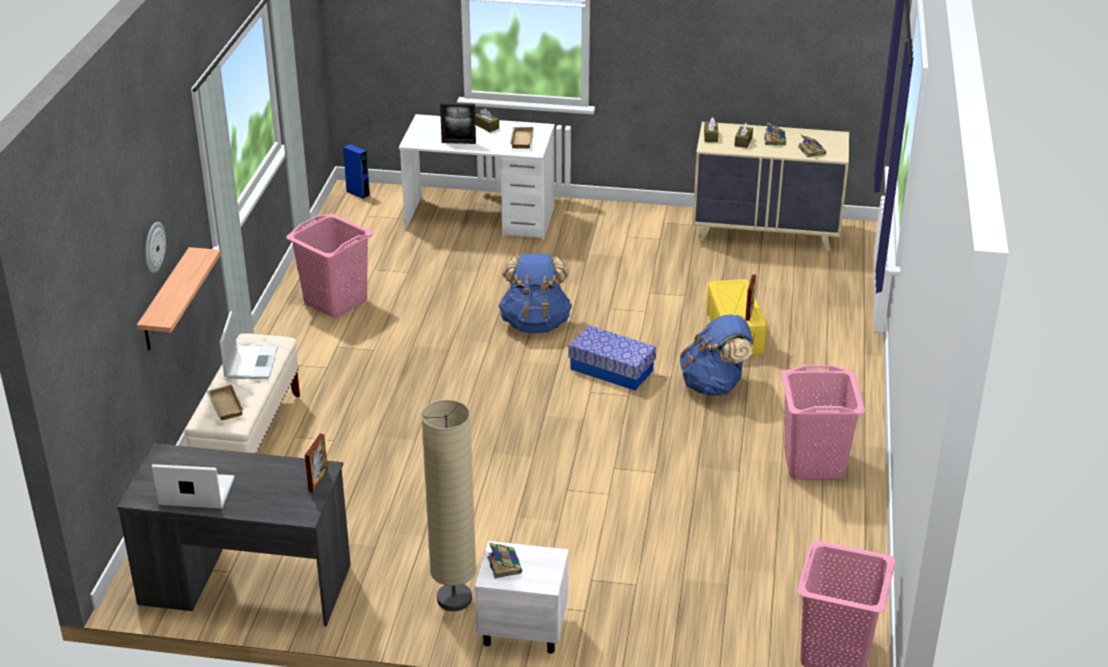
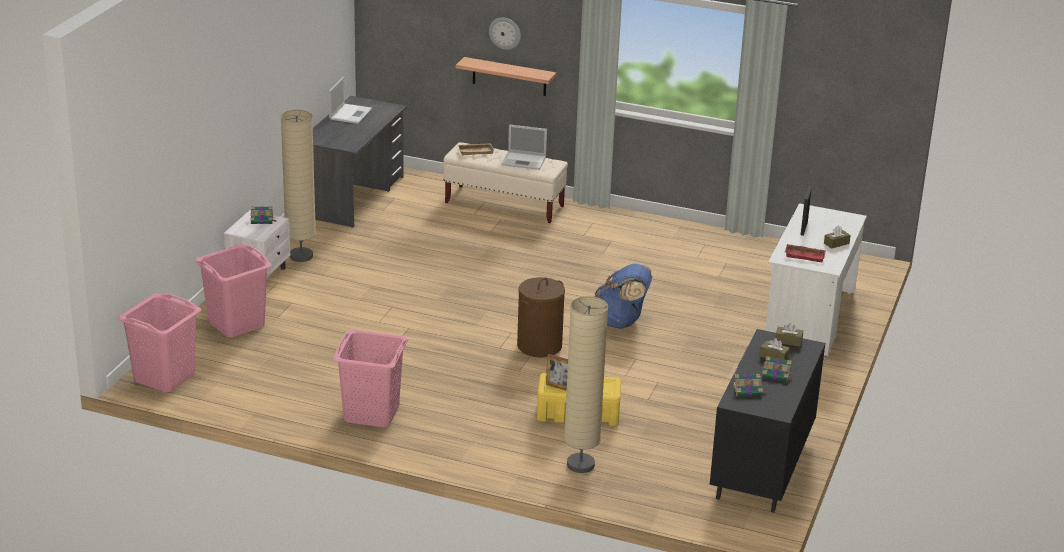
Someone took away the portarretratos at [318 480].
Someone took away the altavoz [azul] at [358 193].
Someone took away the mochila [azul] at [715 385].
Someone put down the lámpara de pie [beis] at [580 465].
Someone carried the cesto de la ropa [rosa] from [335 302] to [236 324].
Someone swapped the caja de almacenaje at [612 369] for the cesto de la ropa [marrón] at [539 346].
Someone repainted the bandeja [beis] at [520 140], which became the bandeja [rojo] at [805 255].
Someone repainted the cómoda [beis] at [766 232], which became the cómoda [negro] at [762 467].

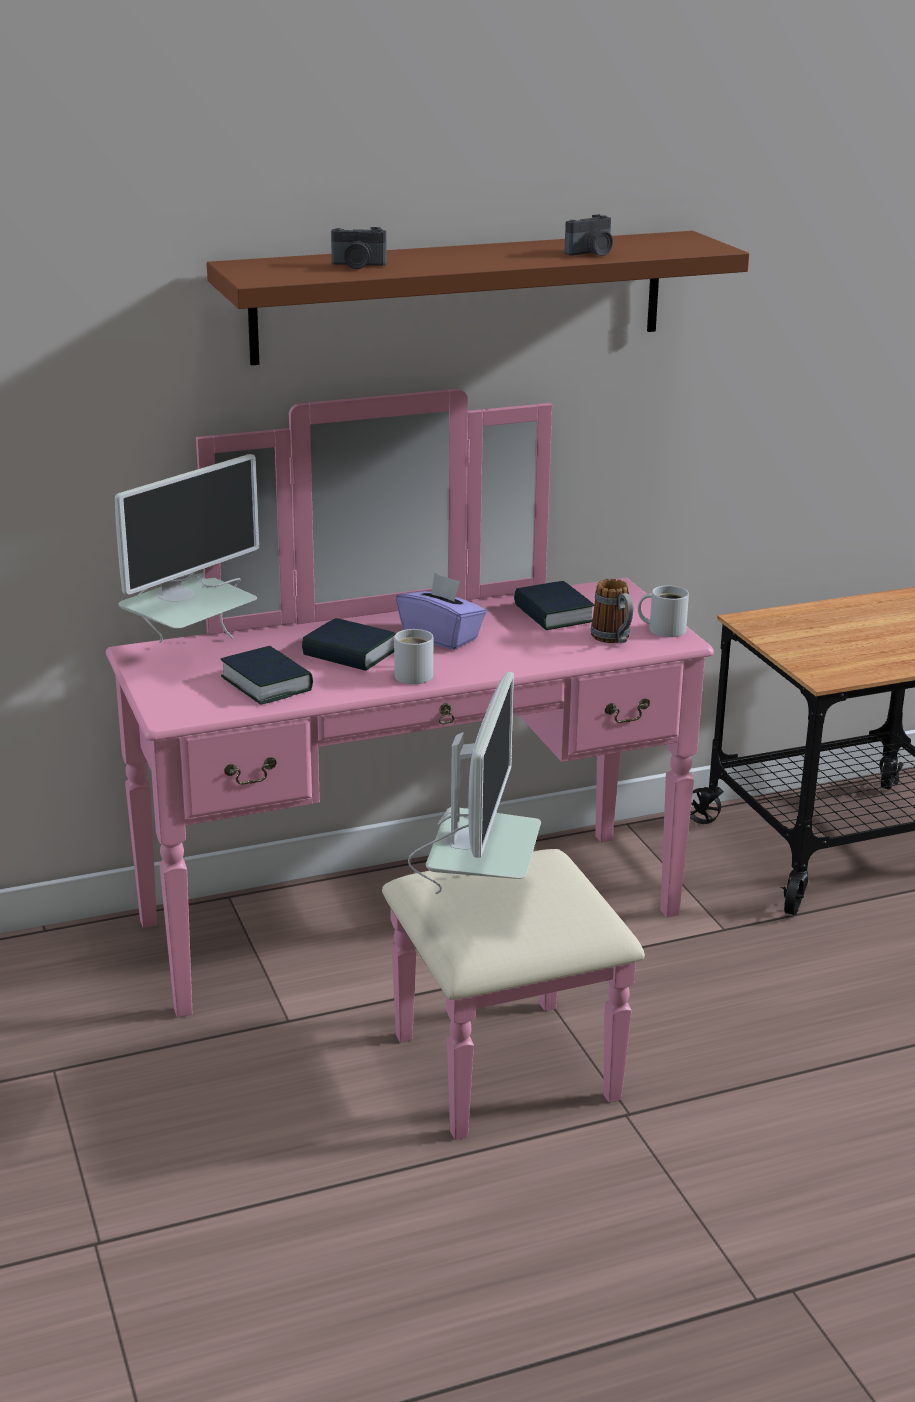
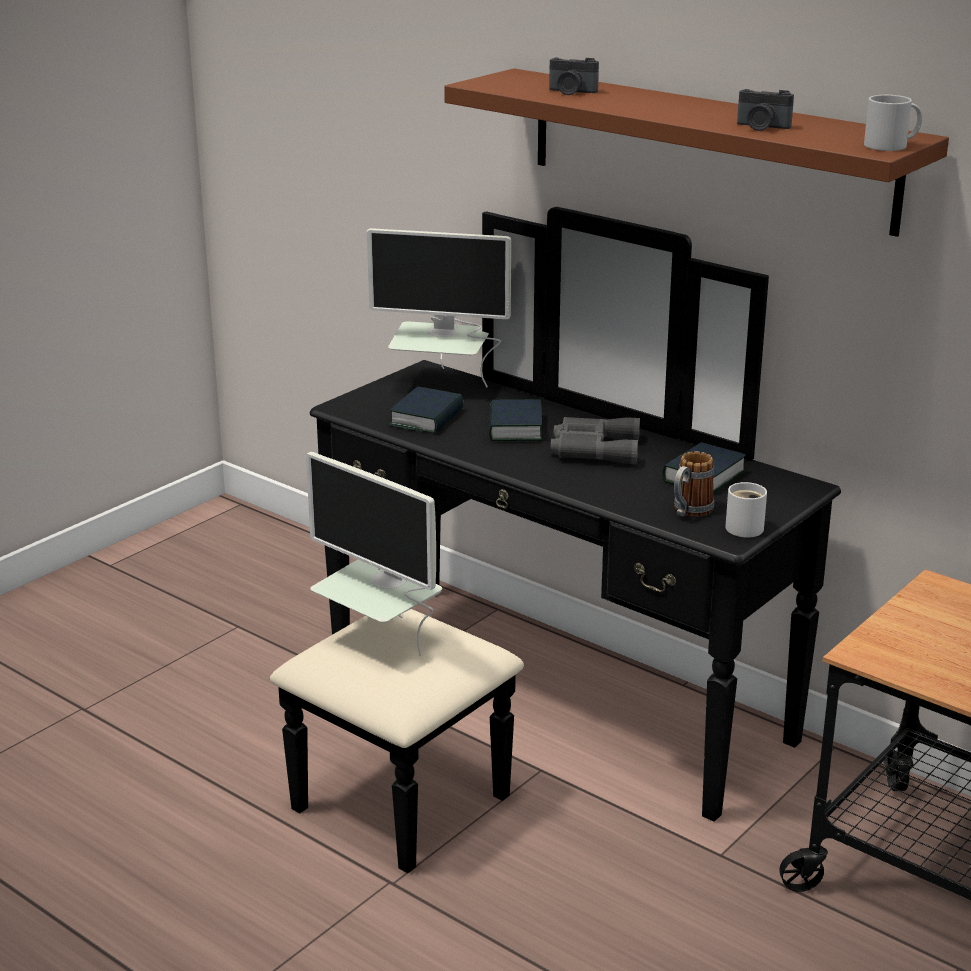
Someone carried the taza grande [blanco] from [416 674] to [890 146].
Someone swapped the caja de pañuelos [morado] at [441 637] for the prismáticos [gris] at [593 449].
Someone repainted the cómoda [rosa] at [433 948], which became the cómoda [negro] at [524 716].
Someone rotated the cámara at [358 266] by 45 degrees counterclockwise.
Someone rotated the monitor at [479 898] by 60 degrees clockwise.

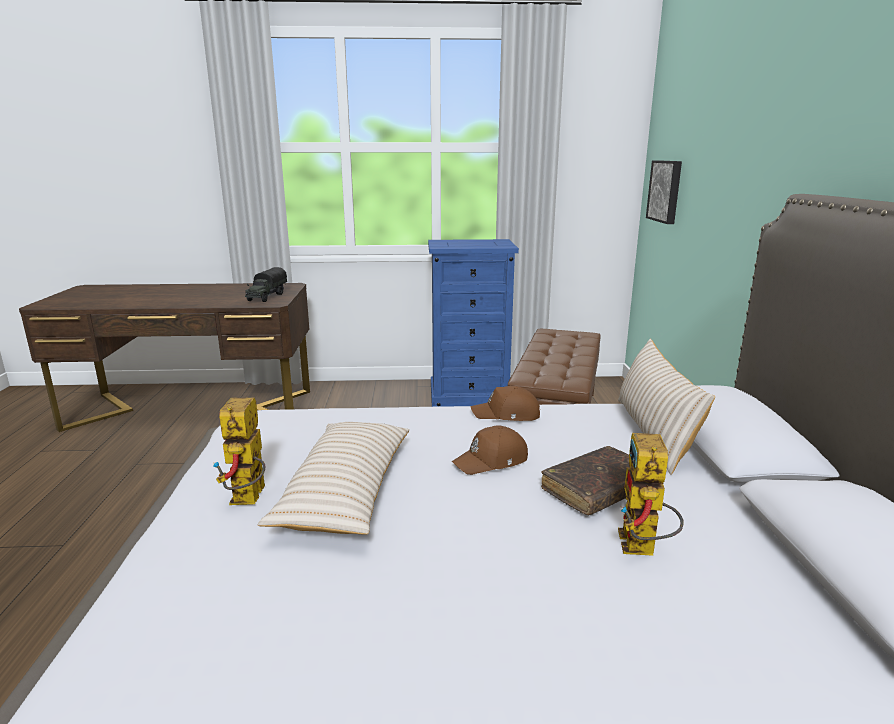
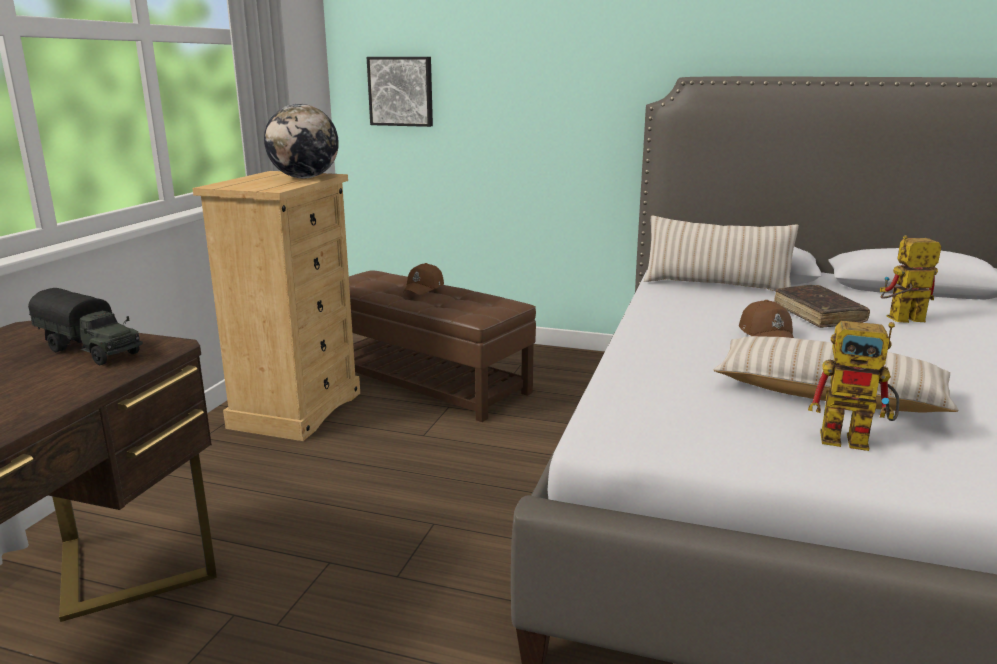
Someone put down the globo terráqueo at [305 178].
Someone carried the gorra [marrón] from [507 415] to [424 288].
Someone repainted the cómoda [azul] at [469 398], which became the cómoda [beis] at [296 409].
Someone rotated the robot de juguete at [642 549] by 150 degrees clockwise.

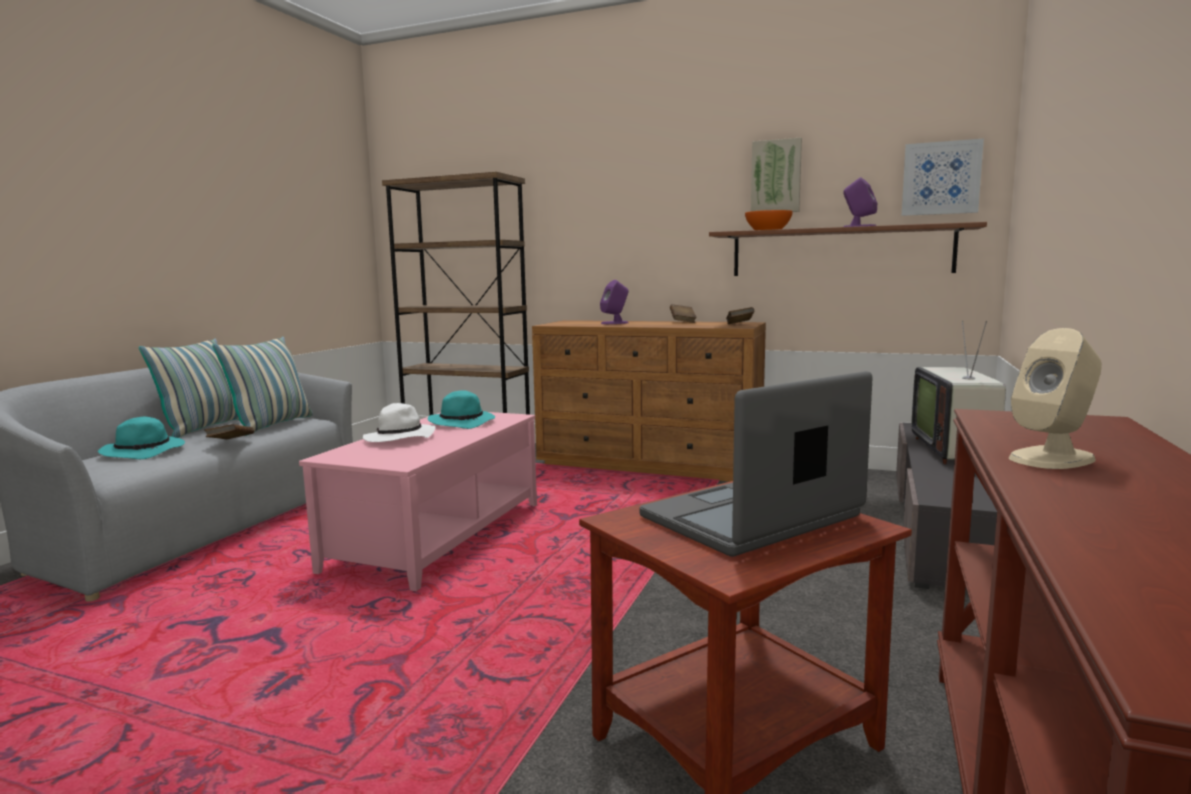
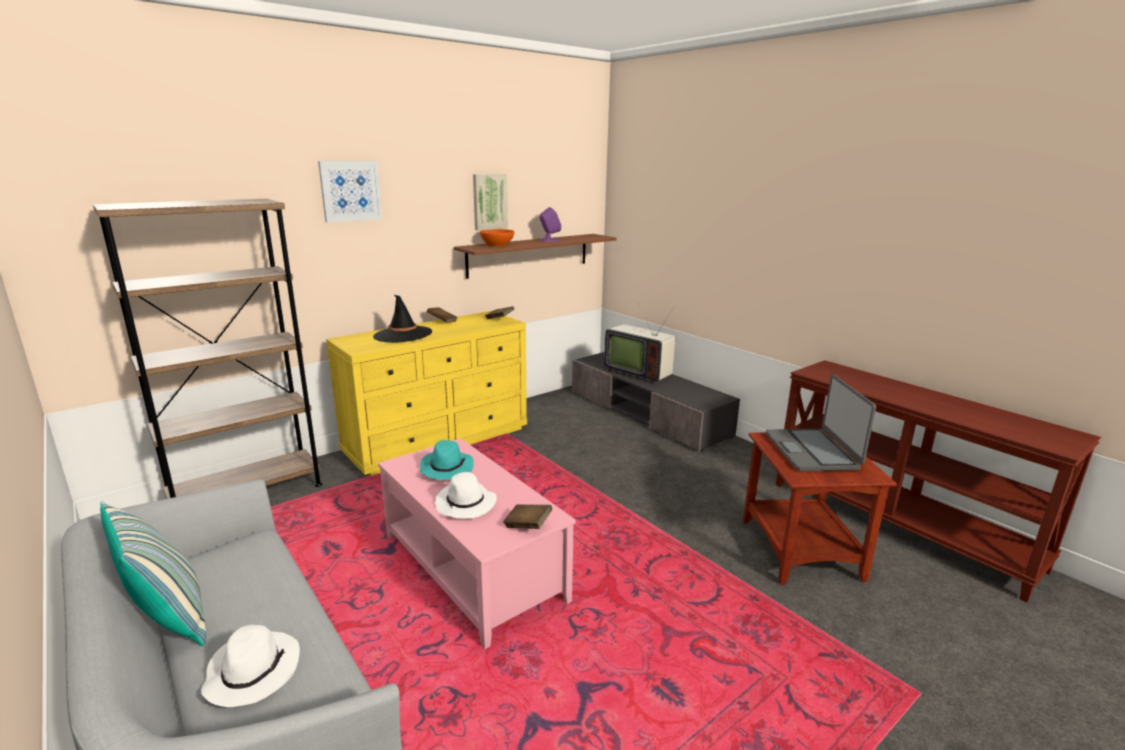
Someone took away the cojín at [271 425].
Someone took away the altavoz [beis] at [1052 458].
Someone carried the libro [marrón] from [231 443] to [527 526].
Someone carried the cuadro from [941 178] to [350 191].
Someone swapped the altavoz [morado] at [615 323] for the sombrero [negro] at [402 335].
Someone repainted the sombrero [turquesa] at [145 452], which became the sombrero [blanco] at [252 671].
Someone repainted the cómoda [marrón] at [650 464], which became the cómoda [amarillo] at [439 440].

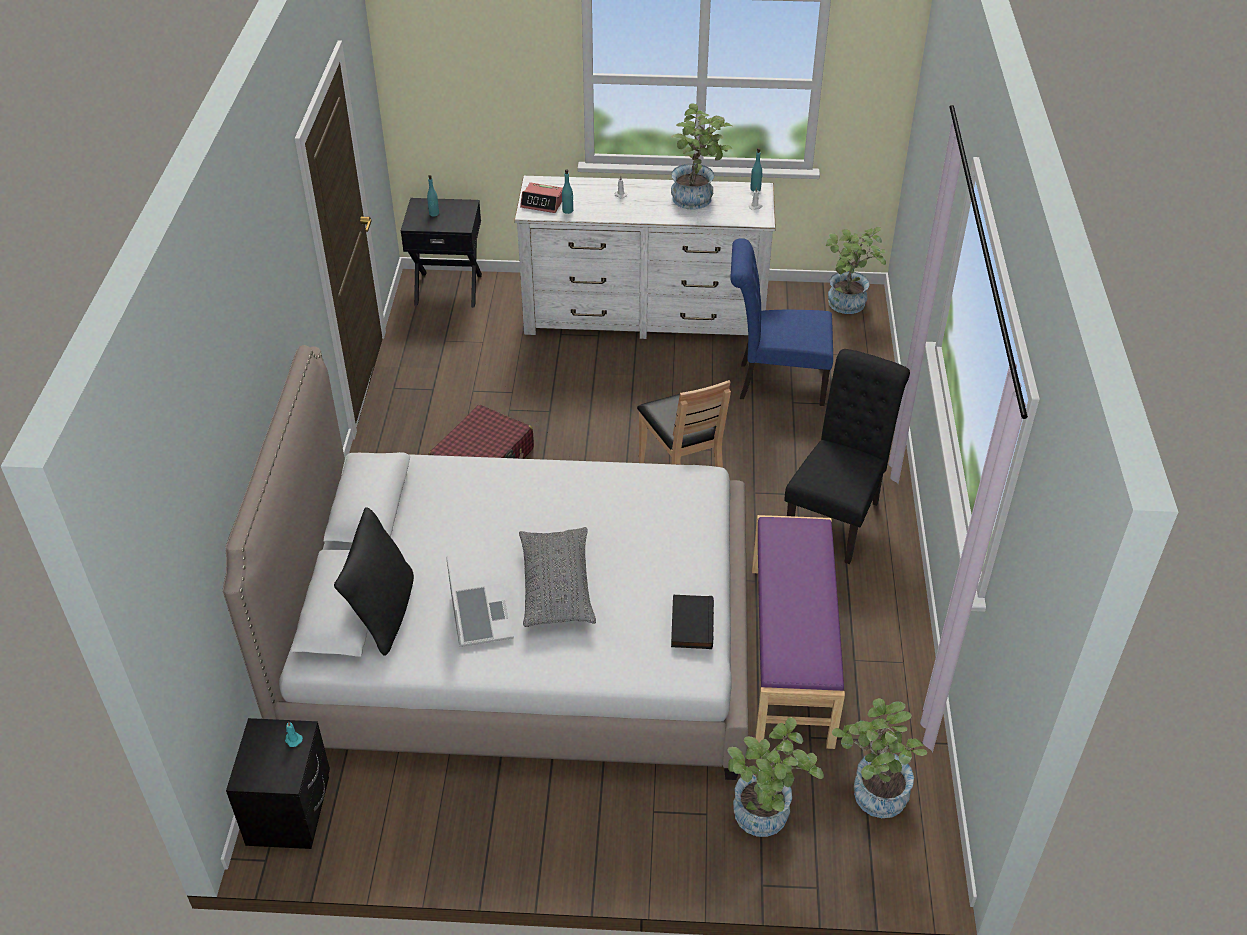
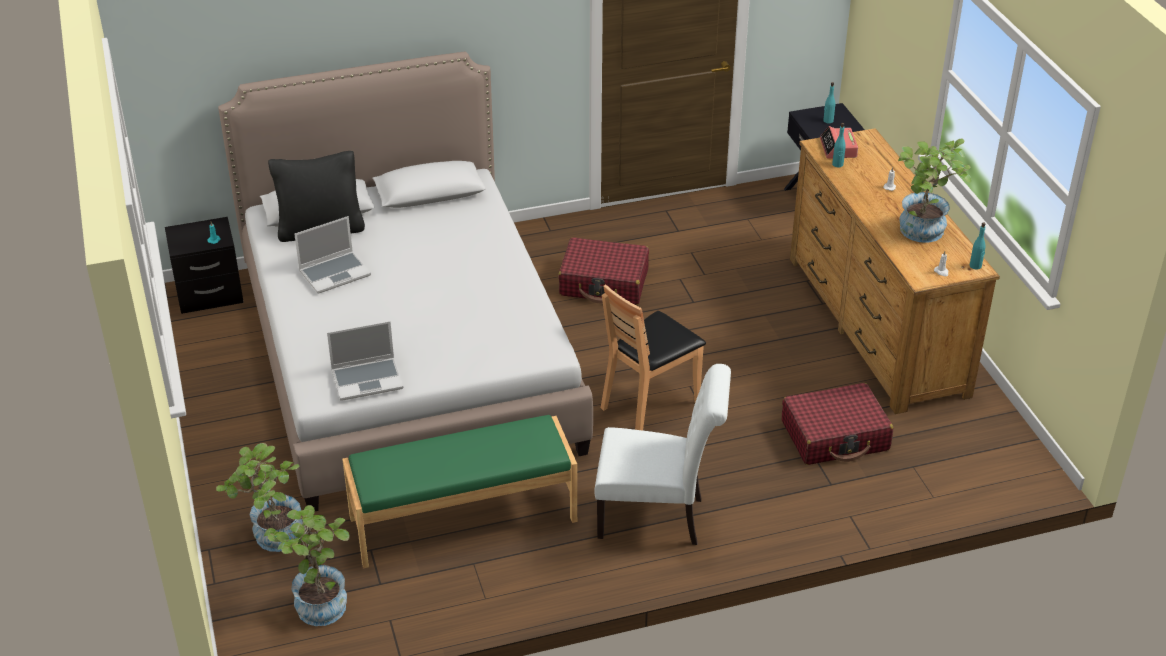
Someone took away the cojín [gris] at [556 586].
Someone took away the planta en maceta at [846 306].
Someone swapped the libro [negro] at [690 624] for the portátil at [368 379].
Someone swapped the silla [azul] at [775 383] for the maleta [rojo] at [835 436].
Someone repainted the cómoda [blanco] at [644 315], which became the cómoda [marrón] at [876 325].
Someone repainted the banco [morado] at [789 653], which became the banco [verde] at [463 518].
Someone repainted the silla [negro] at [836 517], which became the silla [blanco] at [658 517].

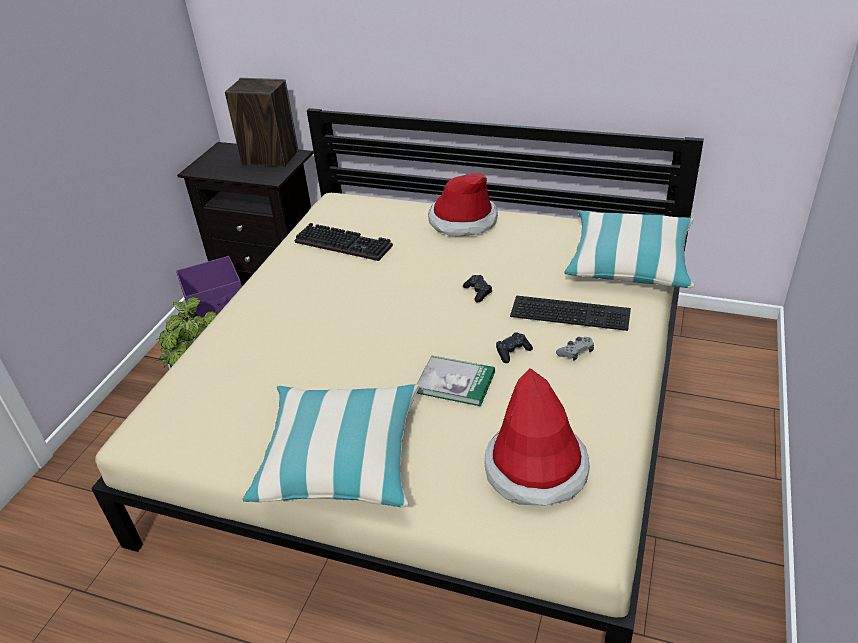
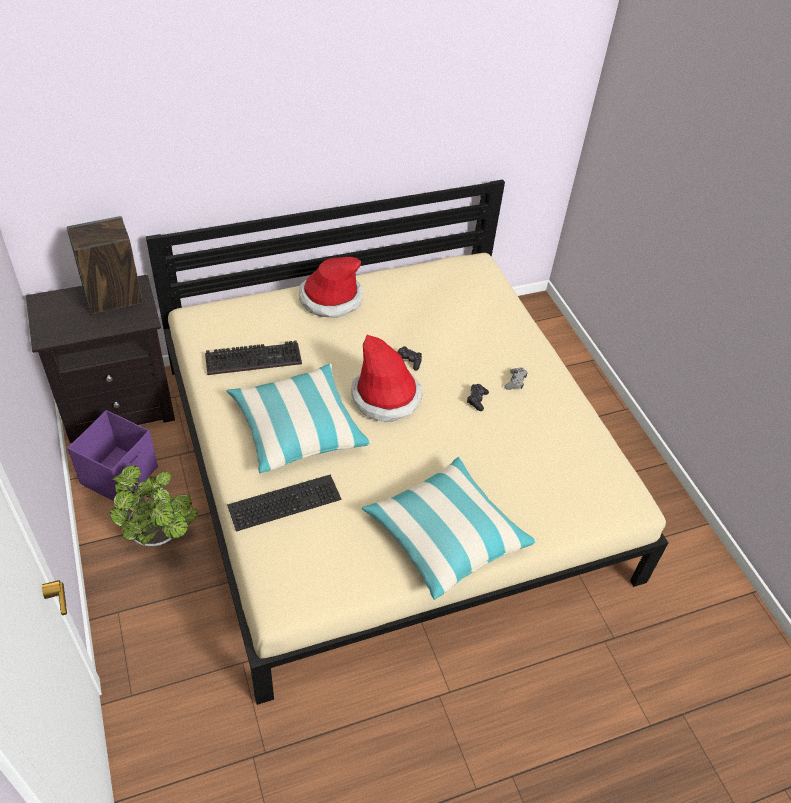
Someone took away the libro at [455 382].
Someone carried the sombrero from [536 469] to [386 397].
Someone carried the teclado from [571 312] to [285 500].
Someone carried the cojín from [629 262] to [298 428].

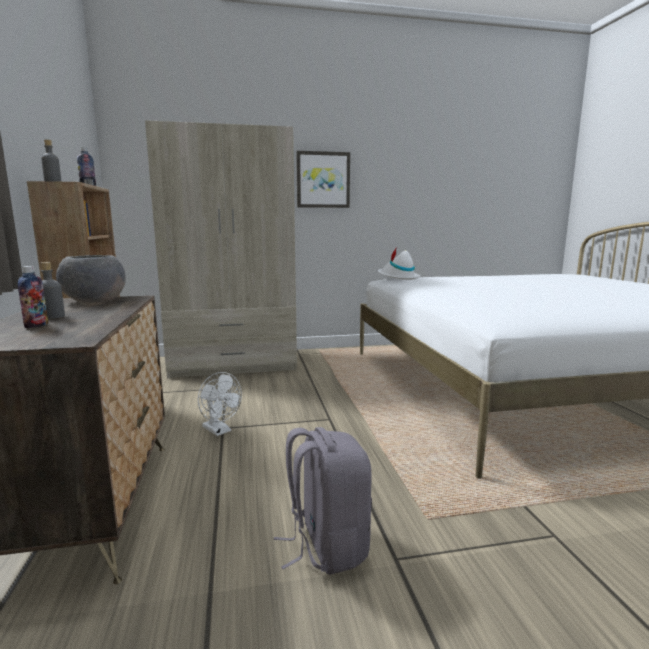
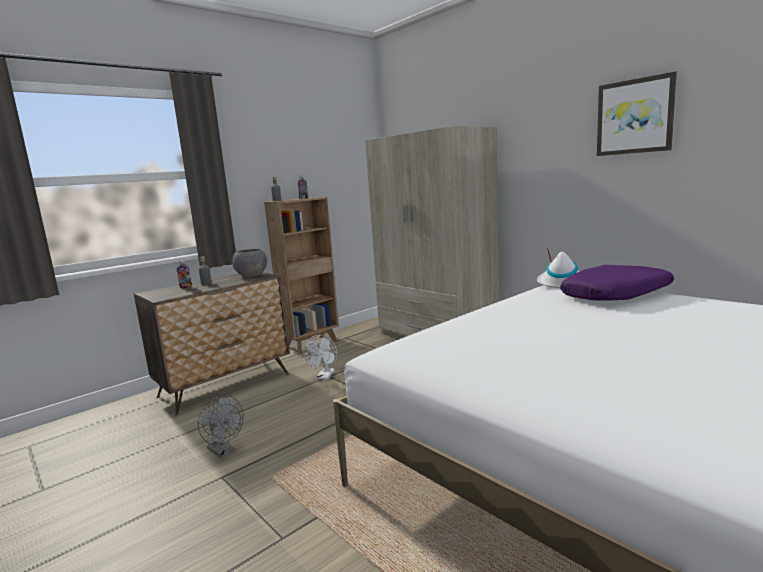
Someone put down the cojín [morado] at [616 295].
Someone carried the cuadro from [323 180] to [634 116].
Someone swapped the mochila [gris] at [326 545] for the ventilador [gris] at [224 452].

